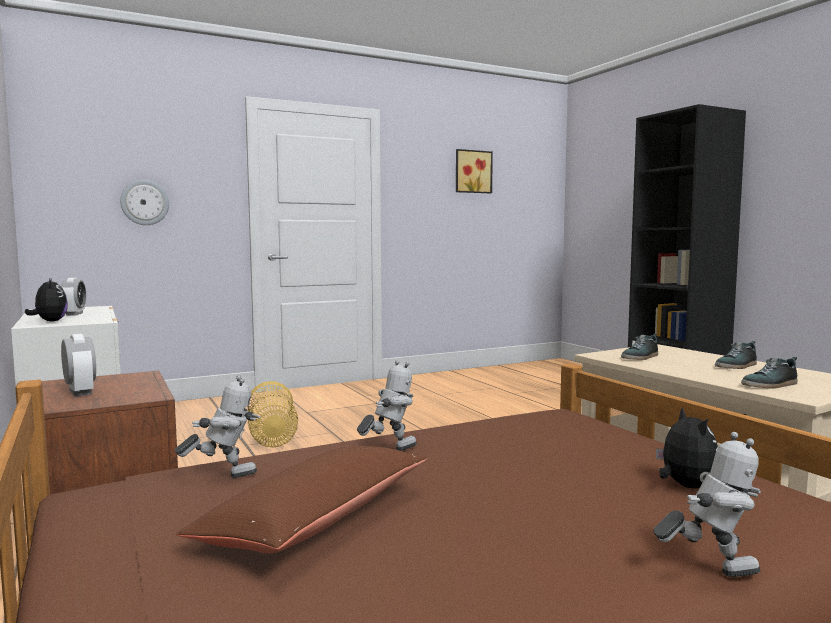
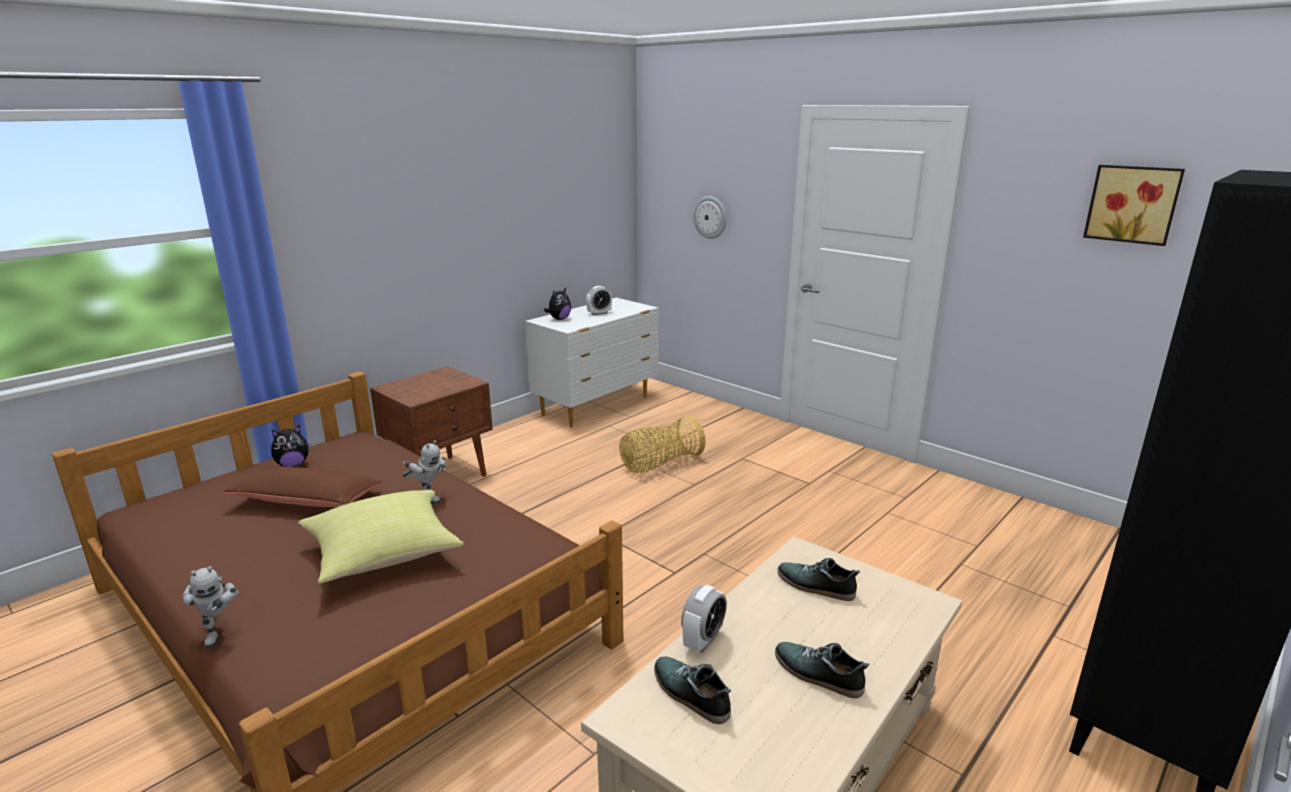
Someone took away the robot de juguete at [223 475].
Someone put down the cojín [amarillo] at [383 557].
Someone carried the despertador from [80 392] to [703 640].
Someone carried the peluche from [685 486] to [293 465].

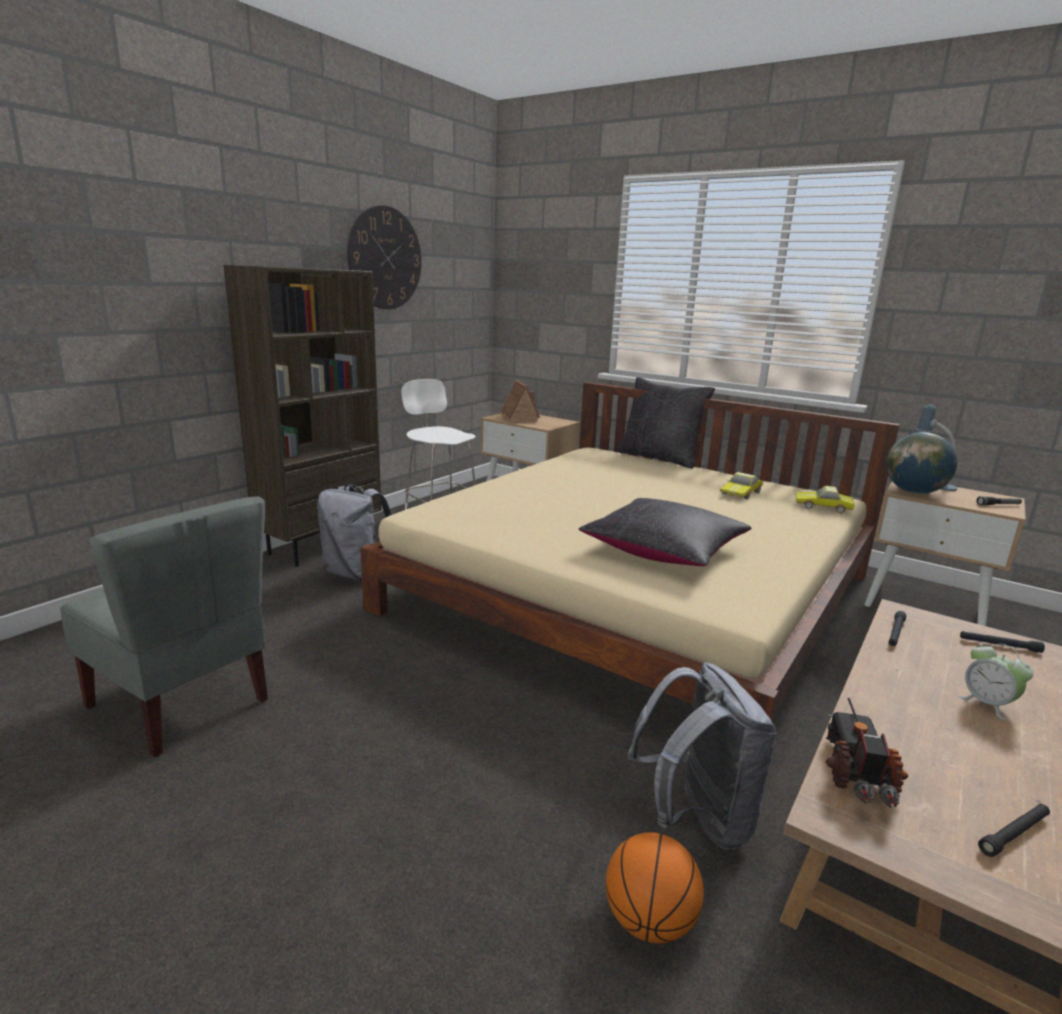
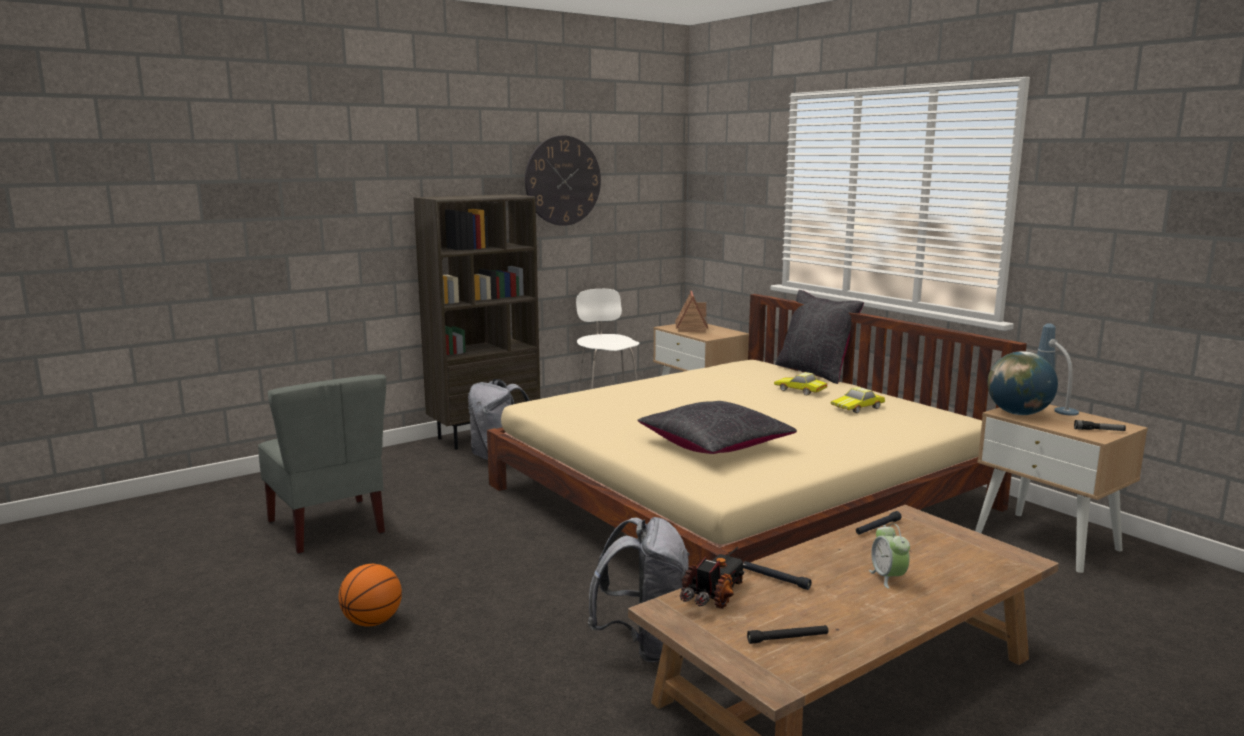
Someone carried the balón de baloncesto from [649 921] to [372 622].
Someone carried the coche de juguete from [823 507] to [800 390].
Someone carried the linterna [negro] from [999 645] to [775 579].

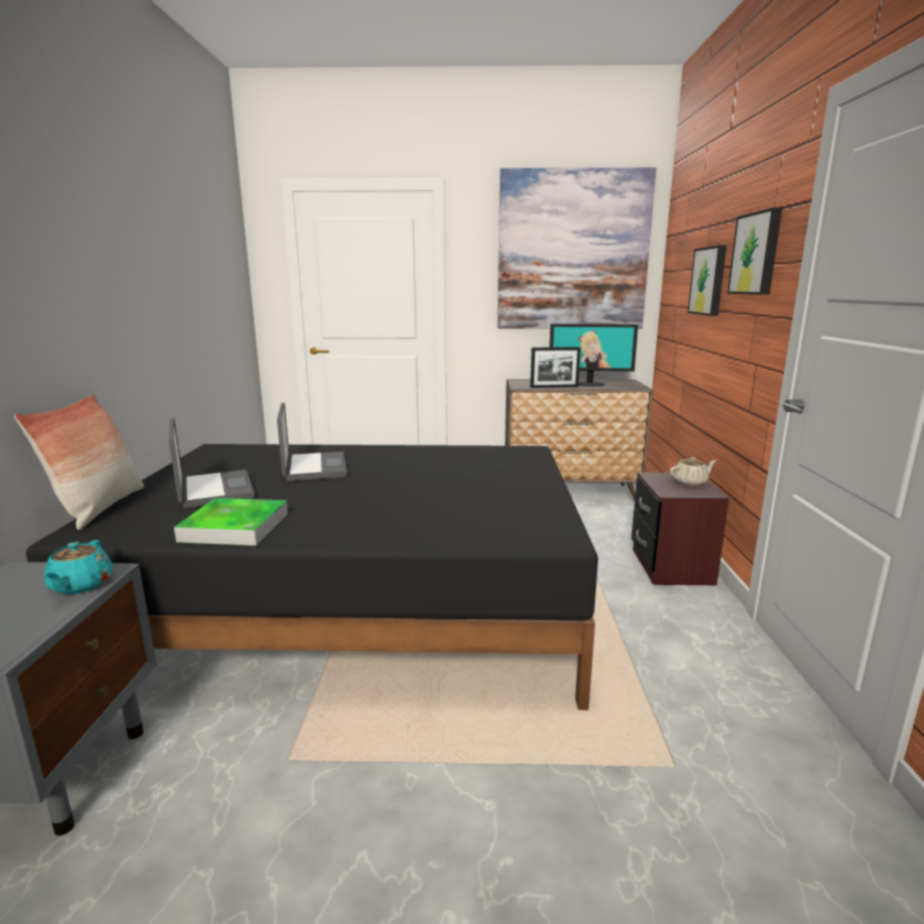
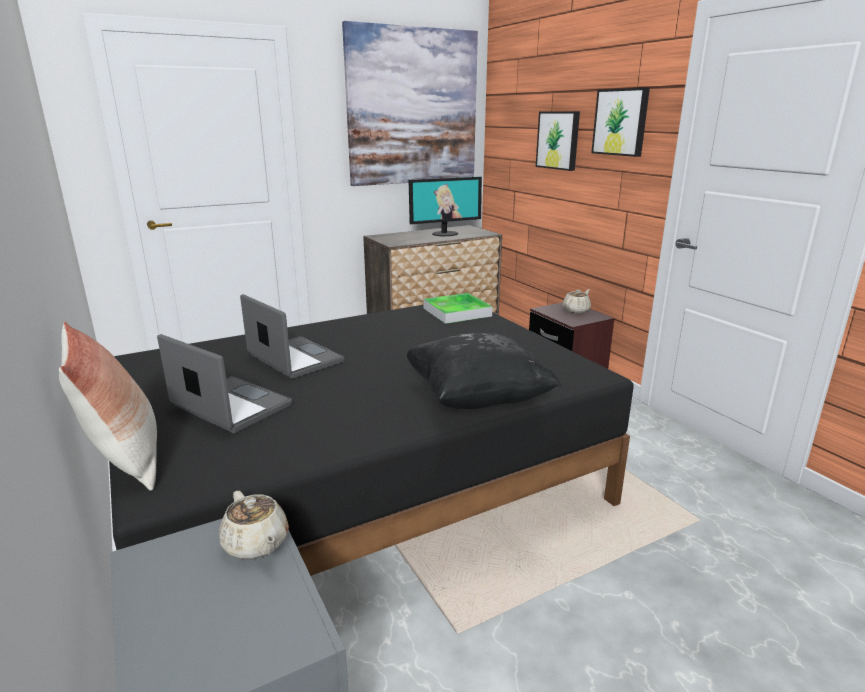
Someone took away the portarretratos at [554 387].
Someone put down the cojín [negro] at [477 399].
Someone carried the bandeja from [235 527] to [457 312].
Someone repainted the tetera [turquesa] at [80 585], which became the tetera [beis] at [256 544].

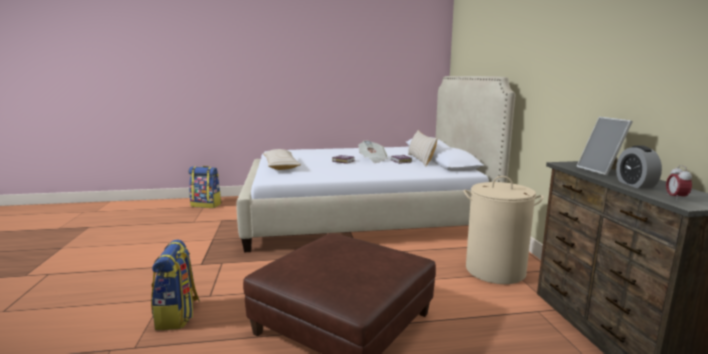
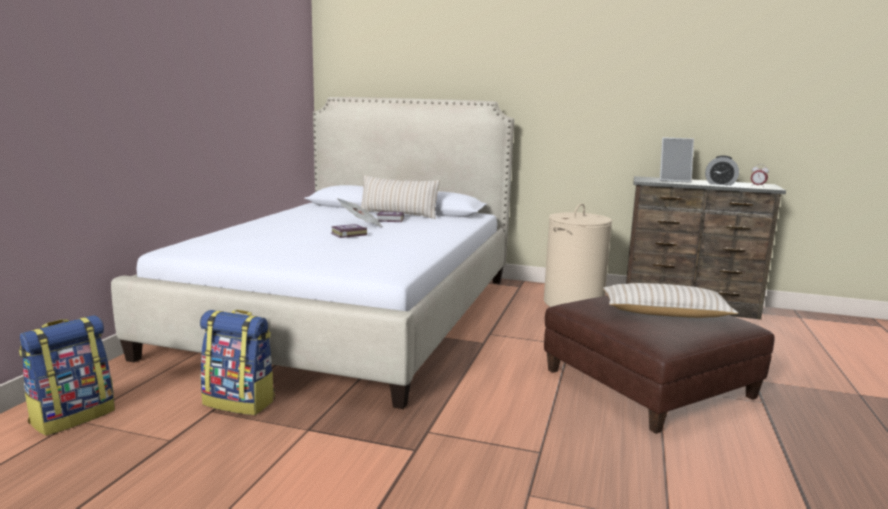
Someone carried the mochila from [178 316] to [240 402].
Someone carried the cojín [beis] from [281 166] to [665 313].

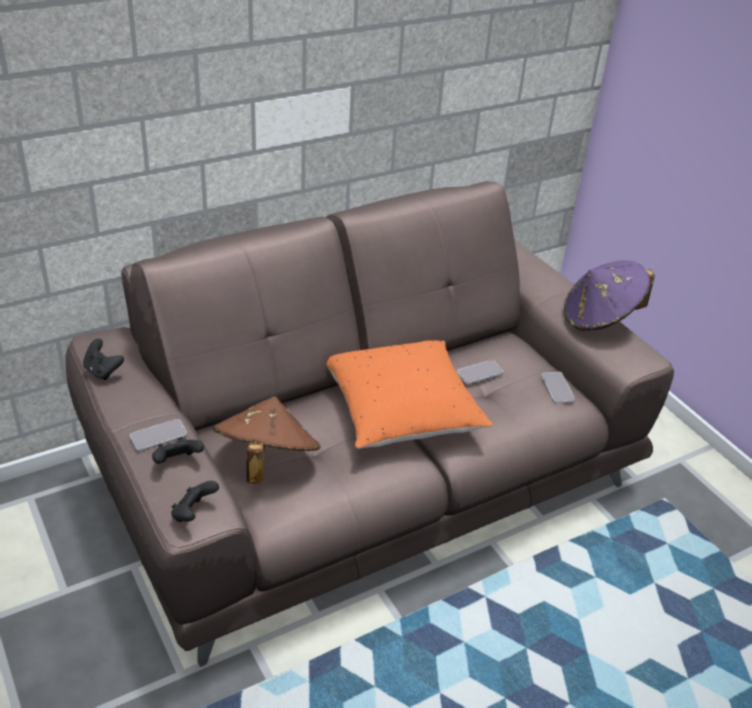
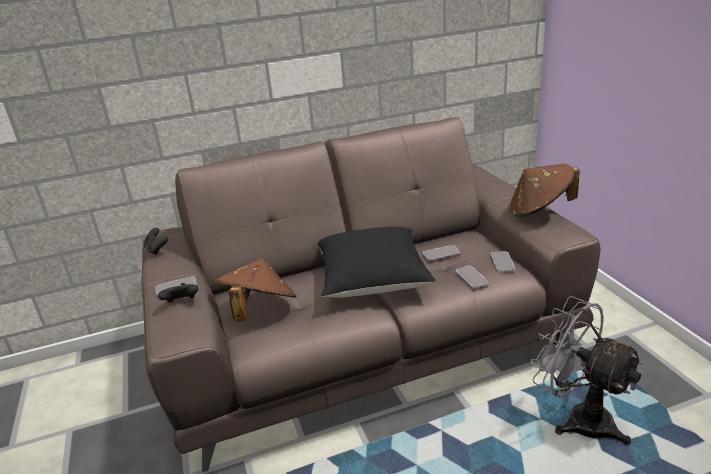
Someone took away the mando de consola [negro] at [193 513].
Someone put down the móvil at [471 277].
Someone put down the ventilador [gris] at [578 418].
Someone repainted the cojín [naranja] at [401 413], which became the cojín [negro] at [372 280].
Someone repainted the sombrero [morado] at [600 318], which became the sombrero [marrón] at [539 210].

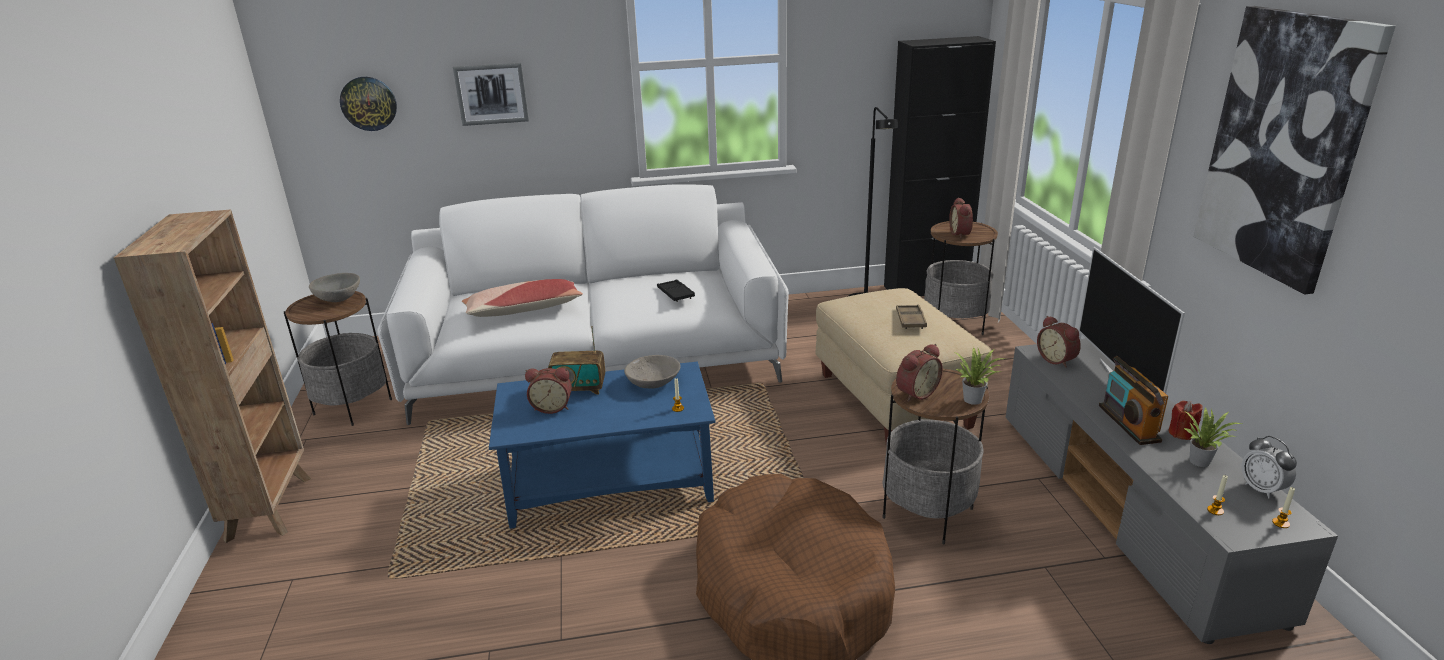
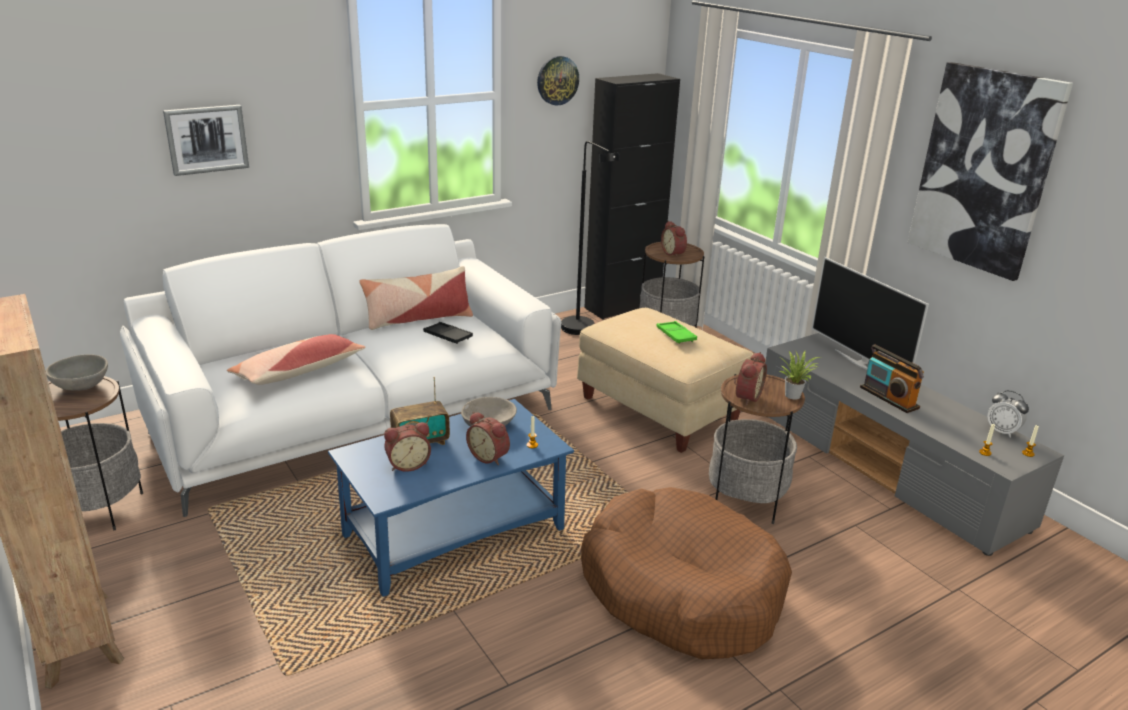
Someone took away the vela [rojo] at [1182 433].
Someone took away the planta en maceta at [1201 461].
Someone put down the cojín at [418 319].
Someone carried the reloj de pared from [368 103] to [557 80].
Someone carried the despertador from [1057 359] to [489 456].
Someone repainted the bandeja [marrón] at [910 320], which became the bandeja [verde] at [675 335].

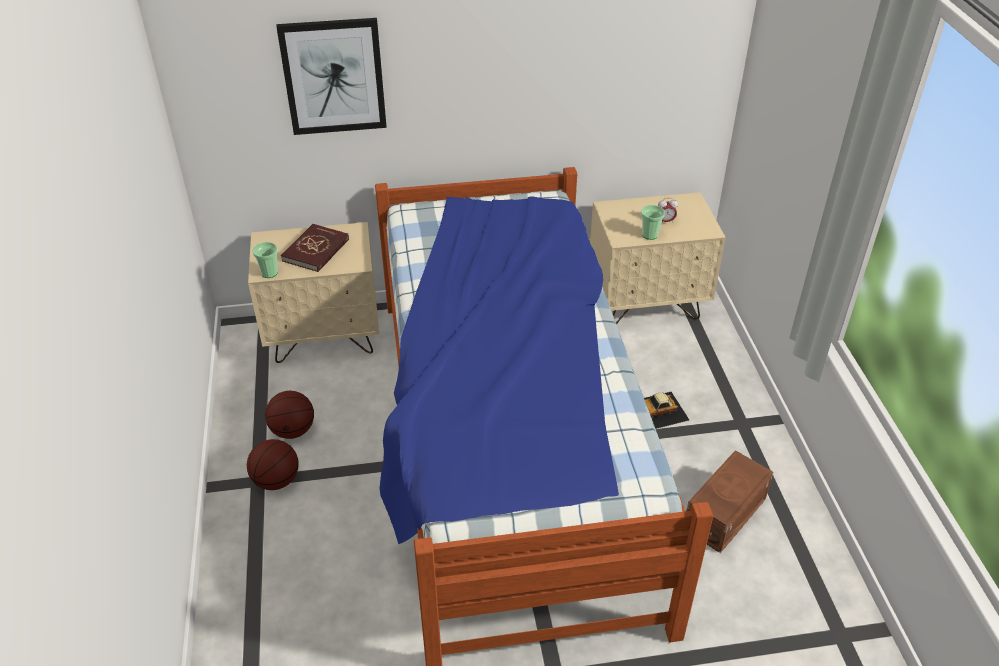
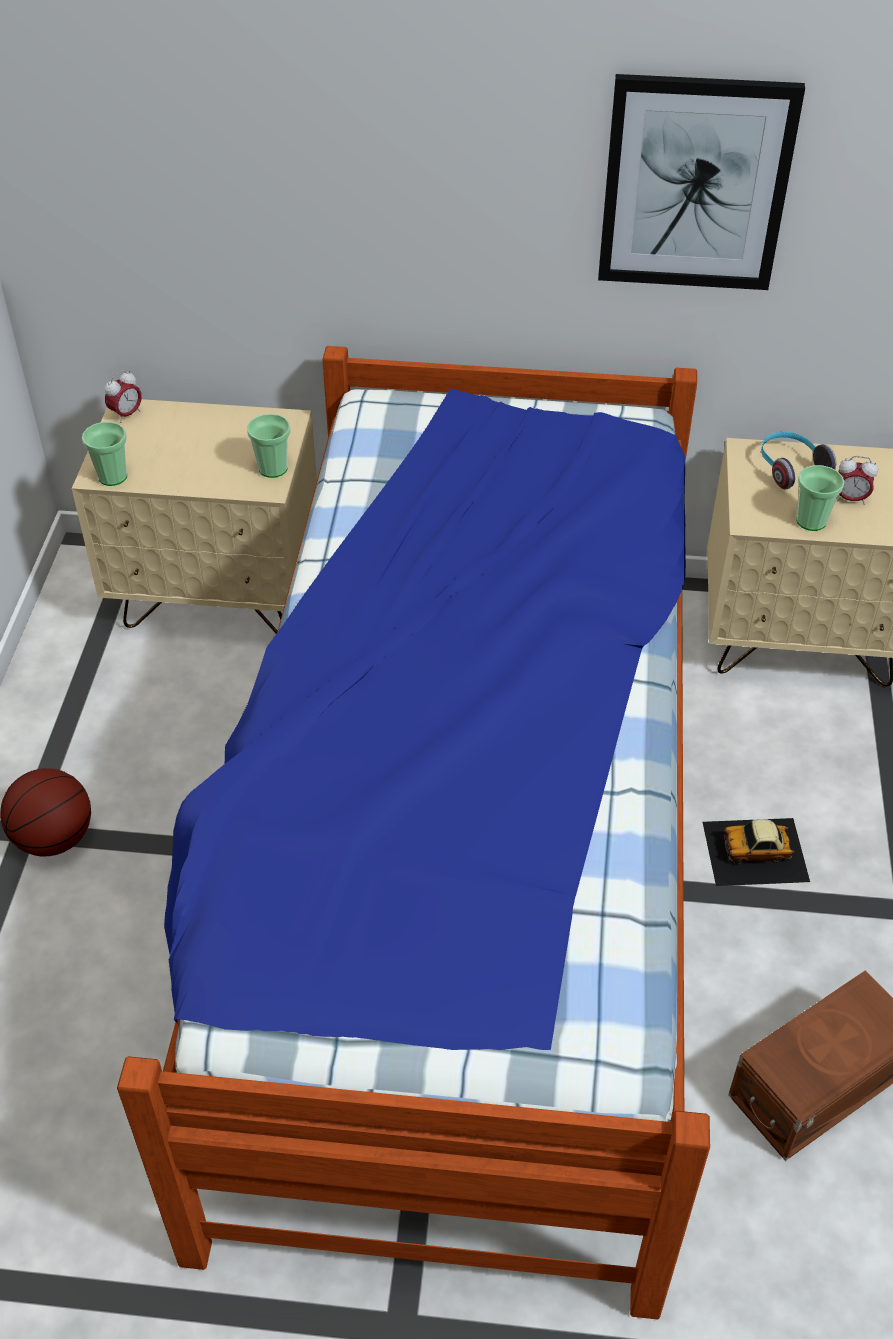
Someone took away the balón de baloncesto at [293 430].
Someone took away the libro [rojo] at [316 250].
Someone put down the despertador at [126 415].
Someone put down the taza at [273 468].
Someone put down the auriculares at [790 468].
Someone carried the cuadro from [333 76] to [695 184].

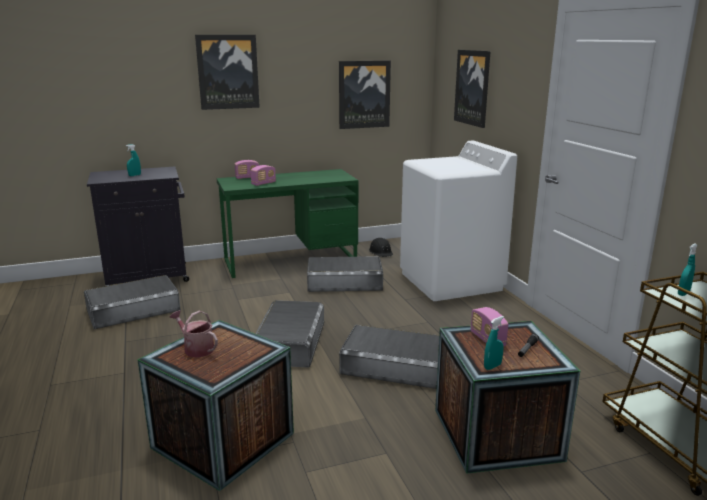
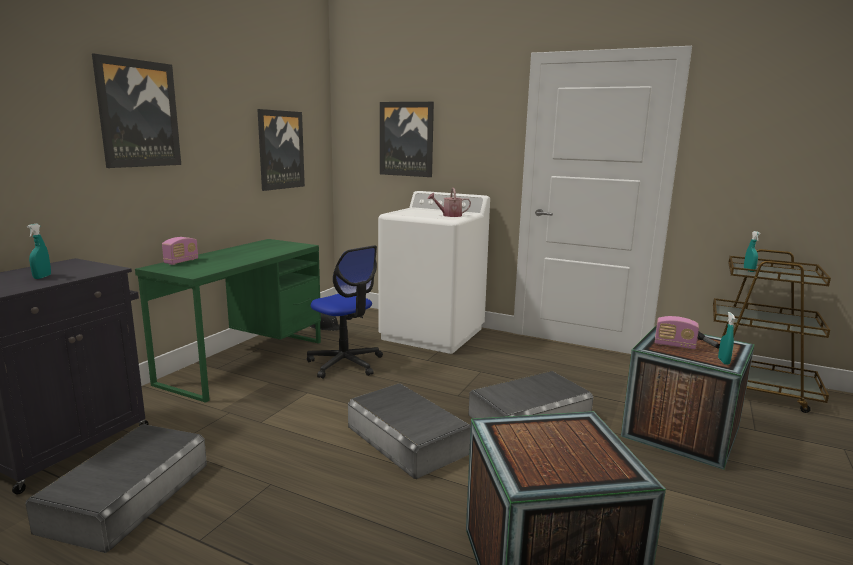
Someone took away the radio at [263 183].
Someone carried the regadera from [196 348] to [449 215].
Someone swapped the caja de almacenaje [gris] at [344 282] for the silla de oficina at [345 363].

